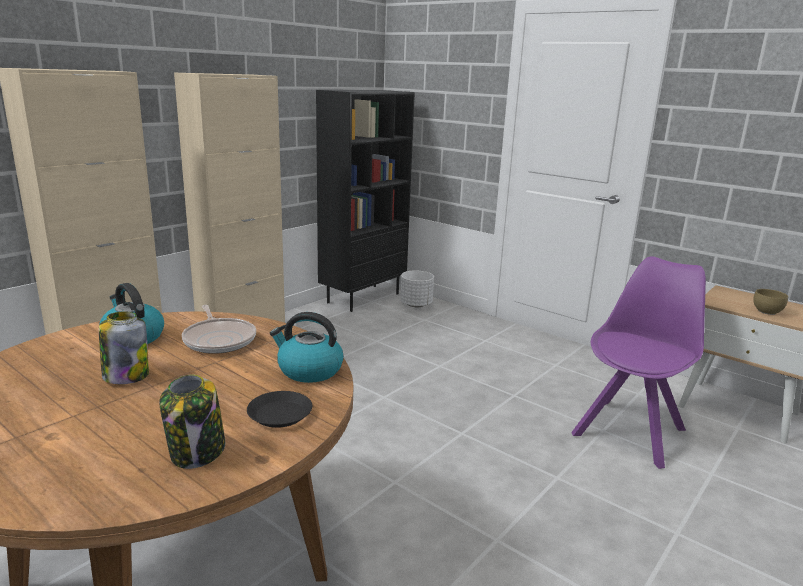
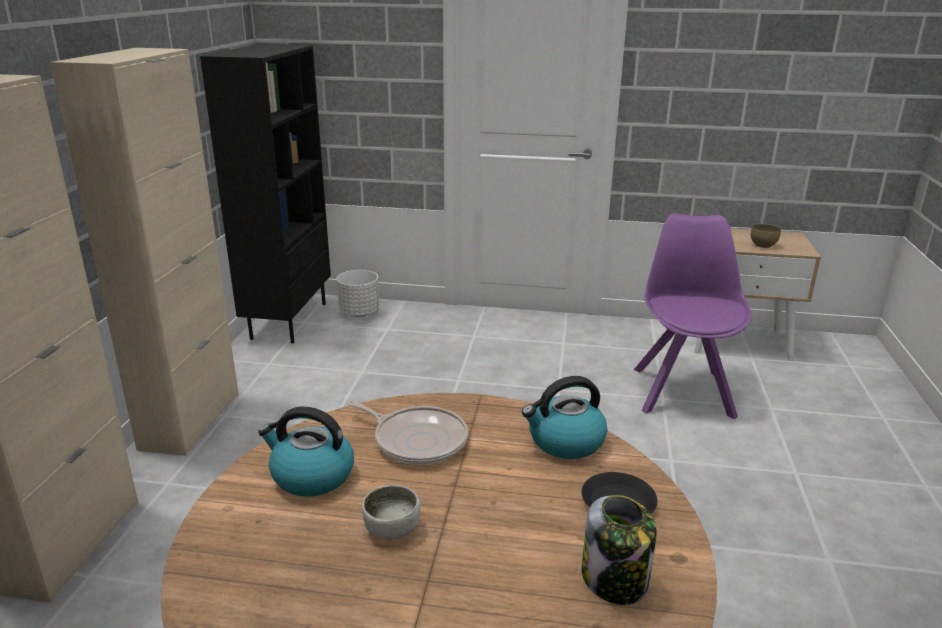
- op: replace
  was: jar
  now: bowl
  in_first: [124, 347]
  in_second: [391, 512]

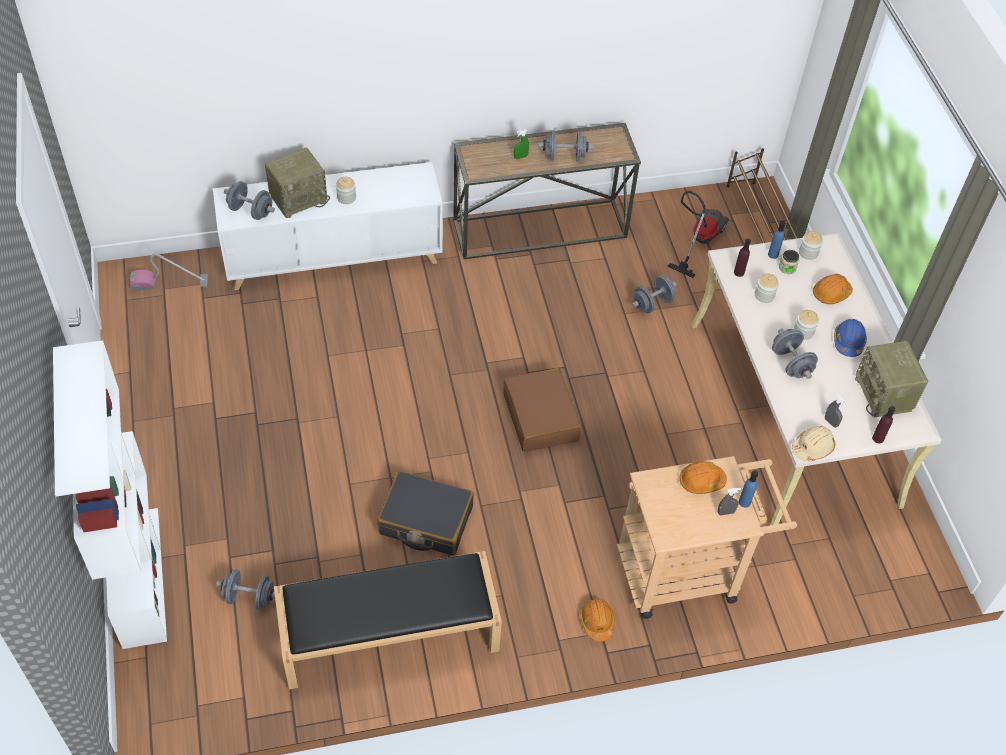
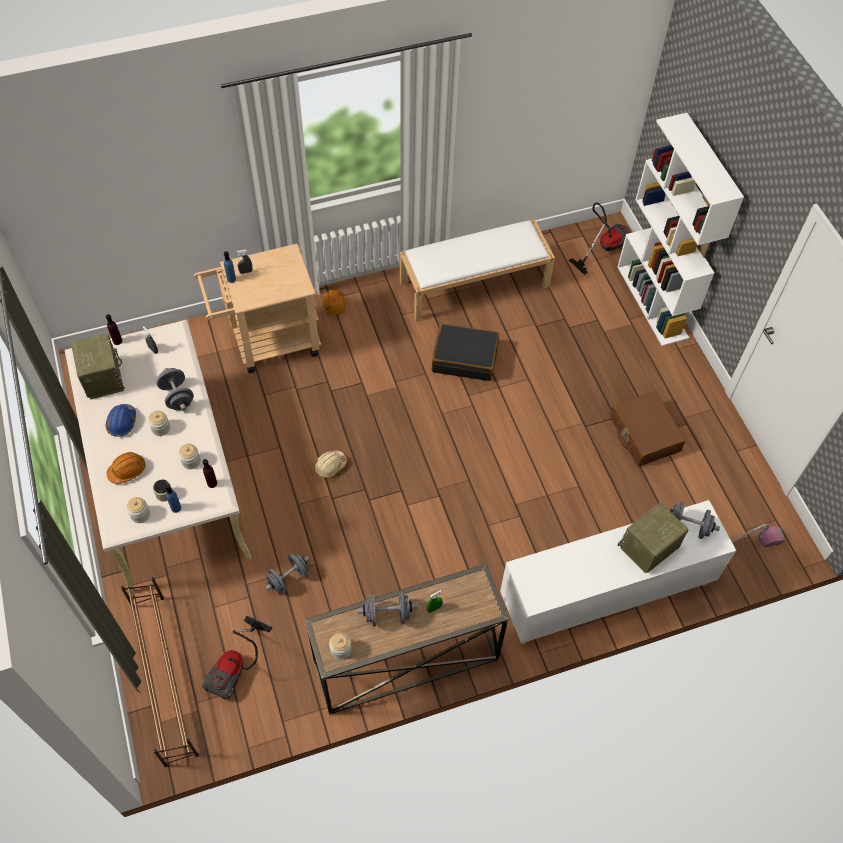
- op: delete
  was: grey dumbbell
  in_first: [245, 589]
- op: recolor
  was: black bench
  now: white bench
  in_first: [388, 620]
  in_second: [477, 270]
- op: move
  was: jar
  in_first: [346, 190]
  in_second: [340, 646]
- op: move
  was: brown suitcase
  in_first: [542, 410]
  in_second: [648, 428]
- op: delete
  was: orange hard hat
  in_first: [703, 477]
- op: move
  was: beige hard hat
  in_first: [813, 444]
  in_second: [330, 464]
- op: insert
  now: vacuum cleaner
  in_second: [600, 239]

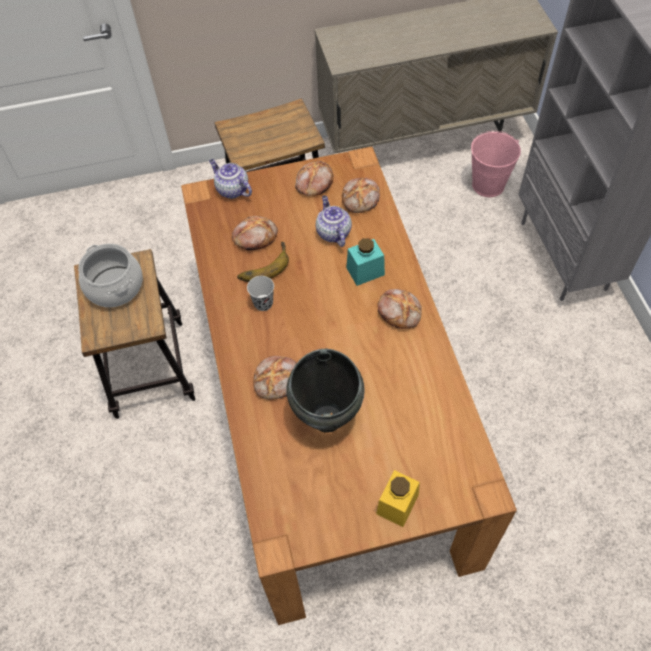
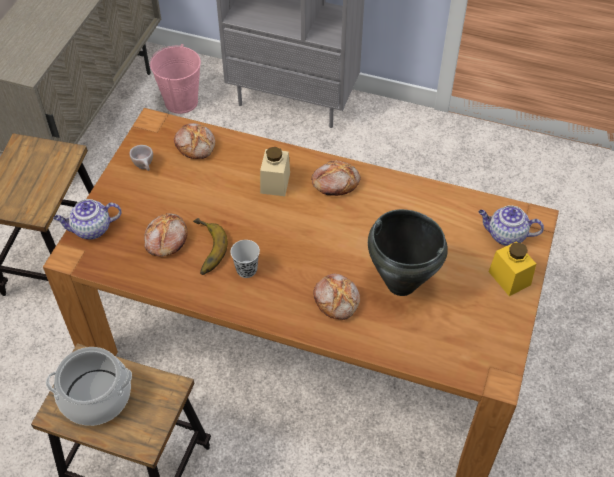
- op: replace
  was: bread
  now: beige cup
  in_first: [314, 178]
  in_second: [141, 158]
- op: move
  was: teapot
  in_first: [334, 221]
  in_second: [511, 225]
- op: recolor
  was: turquoise jar
  now: beige jar
  in_first: [365, 262]
  in_second: [275, 171]

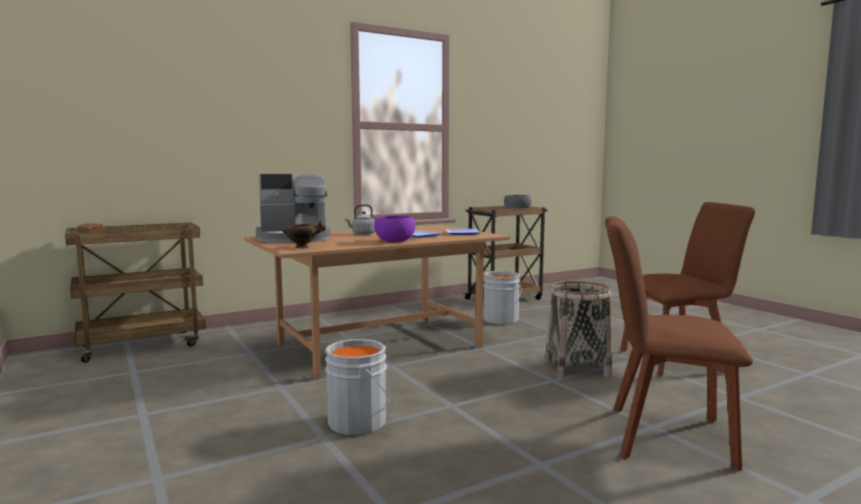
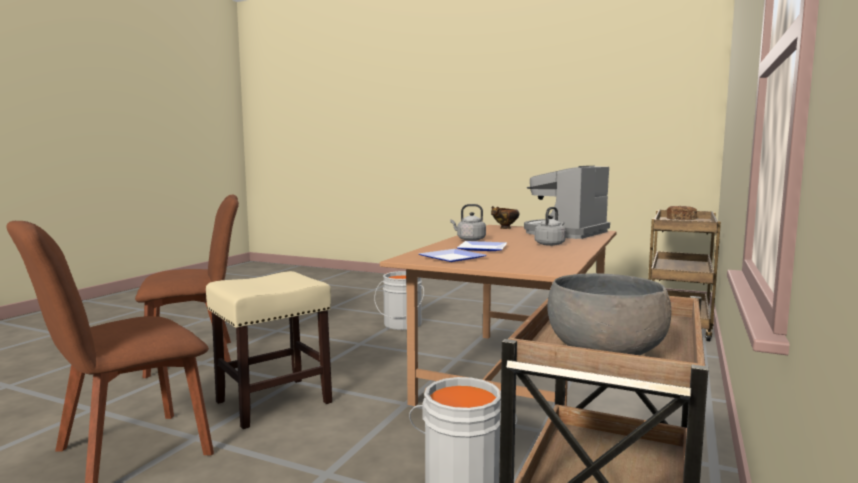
- op: replace
  was: purple bowl
  now: grey kettle
  in_first: [394, 229]
  in_second: [468, 222]
- op: replace
  was: basket
  now: beige stool
  in_first: [578, 329]
  in_second: [269, 350]

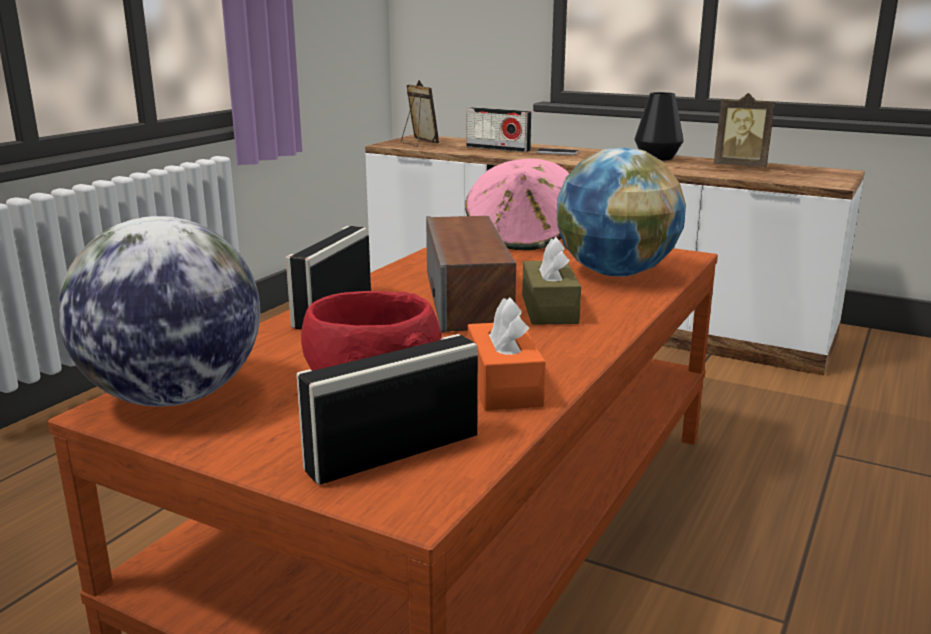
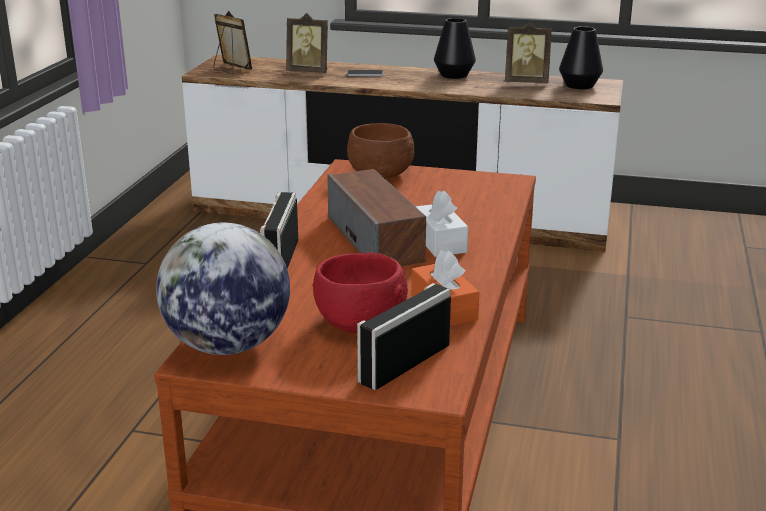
- op: replace
  was: pink hat
  now: brown bowl
  in_first: [517, 204]
  in_second: [381, 150]
- op: replace
  was: radio
  now: picture frame
  in_first: [499, 129]
  in_second: [307, 43]
- op: recolor
  was: brown tissue box
  now: white tissue box
  in_first: [551, 281]
  in_second: [441, 223]
- op: delete
  was: globe
  in_first: [621, 212]
- op: insert
  now: black vase
  in_second: [581, 57]

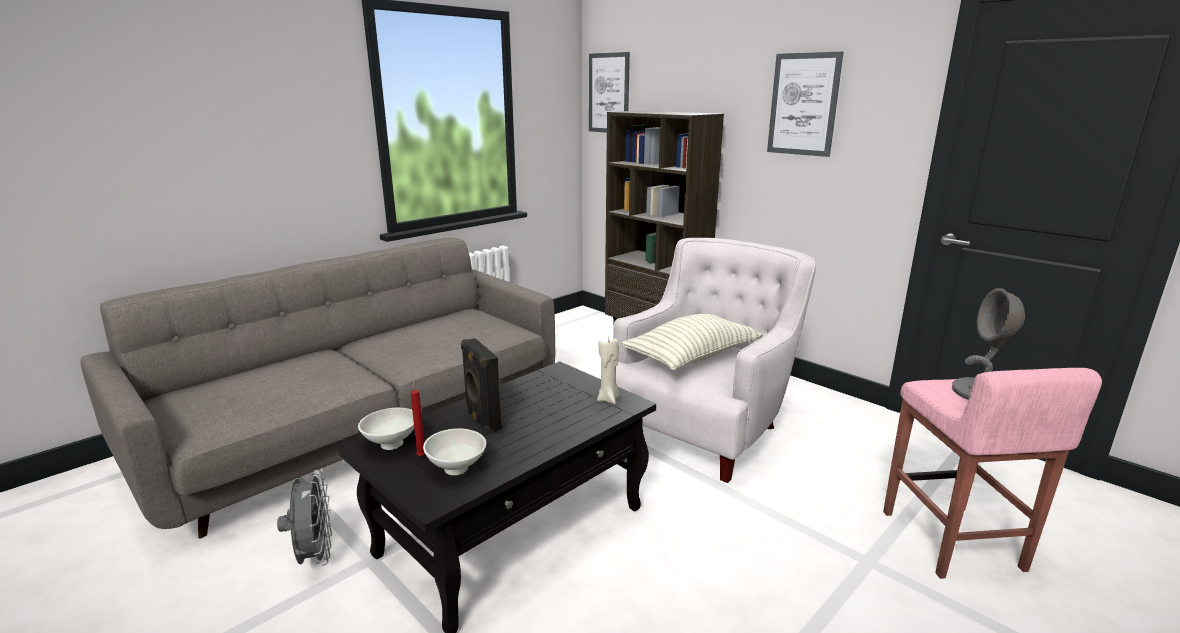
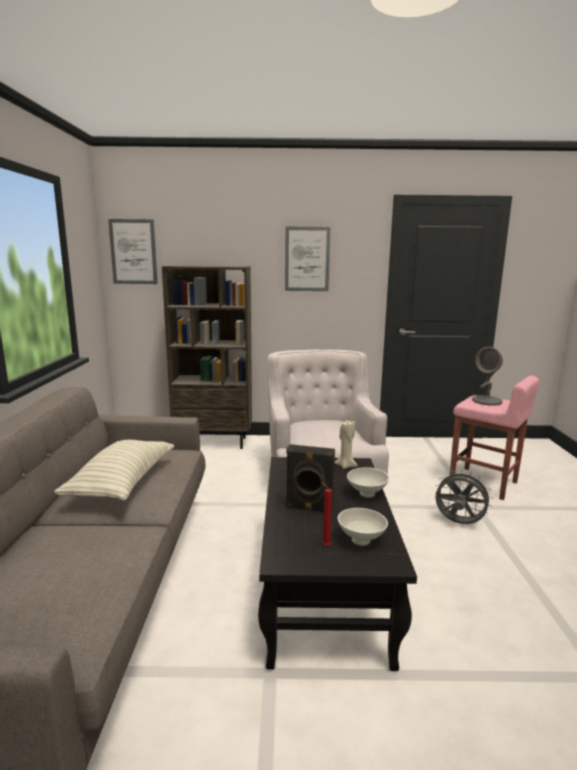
- op: move
  was: grey fan
  in_first: [304, 518]
  in_second: [463, 497]
- op: move
  was: white bowl
  in_first: [386, 429]
  in_second: [368, 482]
- op: move
  was: pillow
  in_first: [692, 342]
  in_second: [114, 470]

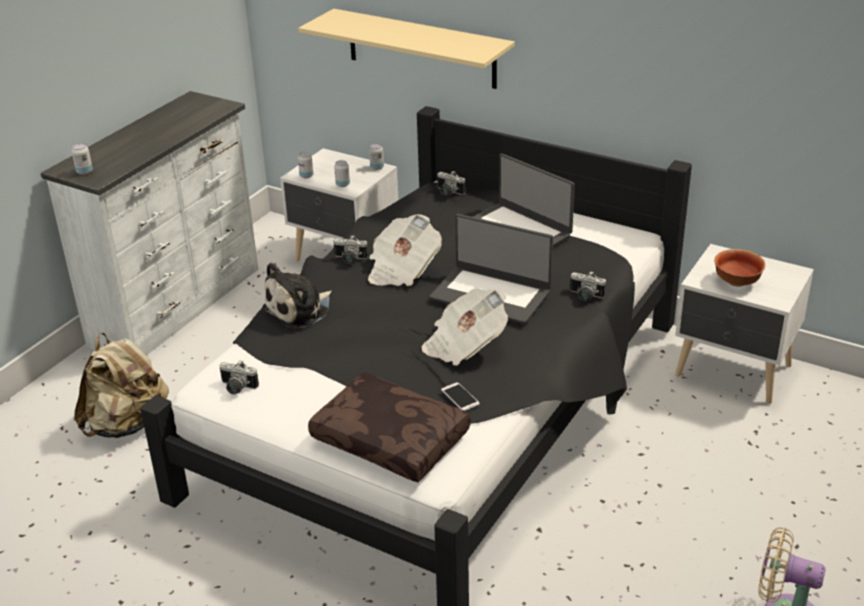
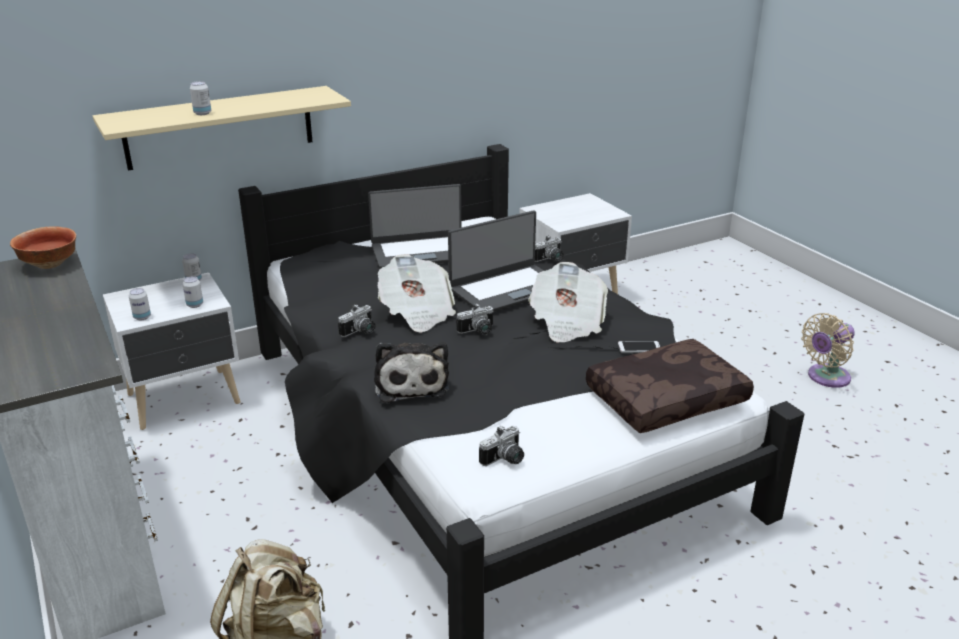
- op: move
  was: can
  in_first: [82, 159]
  in_second: [200, 98]
- op: move
  was: photo camera
  in_first: [451, 183]
  in_second: [475, 319]
- op: move
  was: bowl
  in_first: [739, 268]
  in_second: [43, 248]

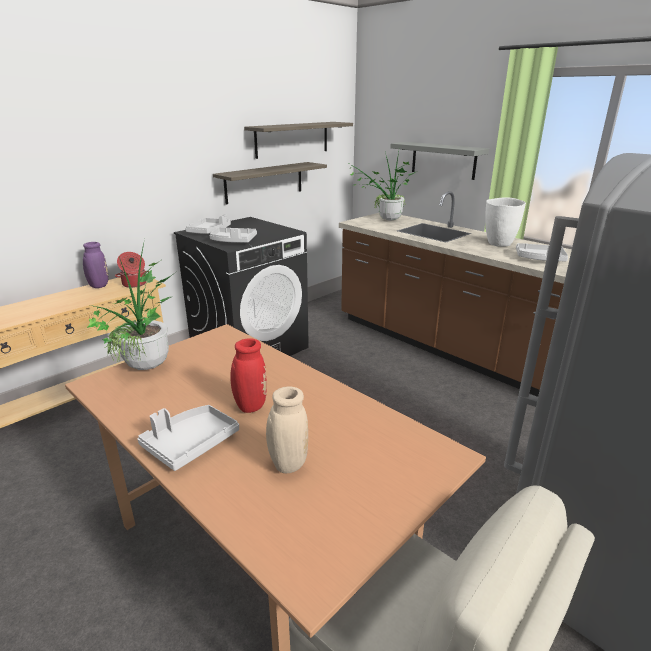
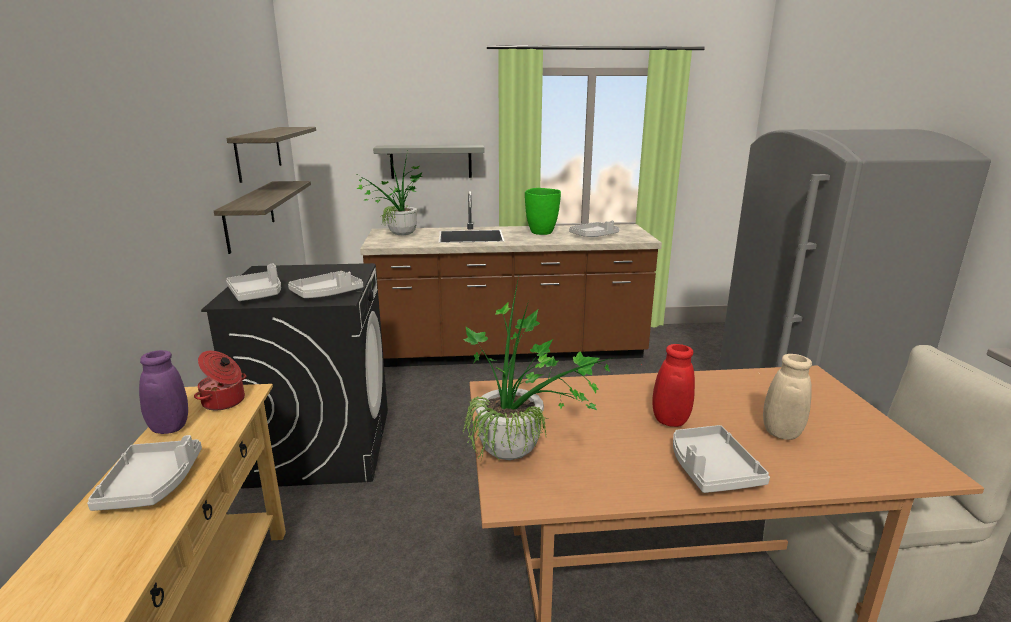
- op: recolor
  was: white vase
  now: green vase
  in_first: [505, 222]
  in_second: [543, 211]
- op: insert
  now: grey tray
  in_second: [144, 473]

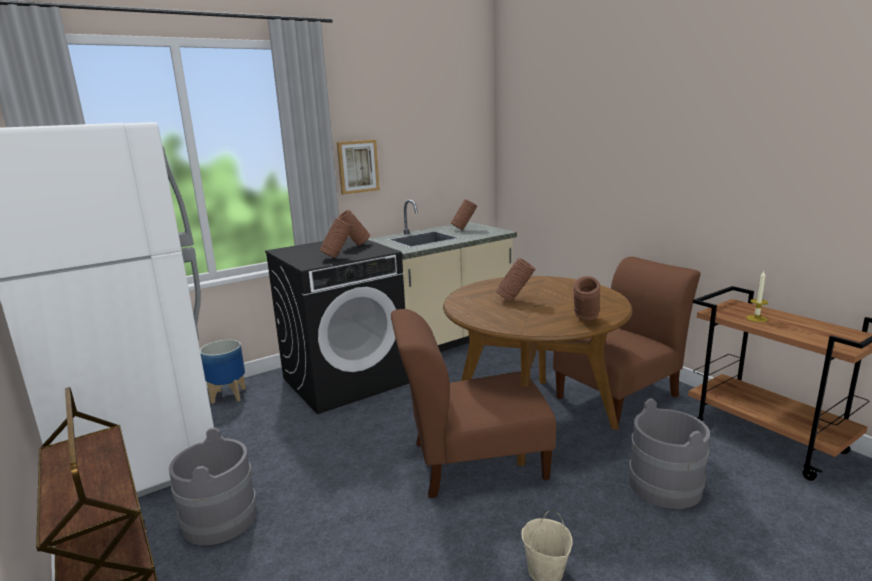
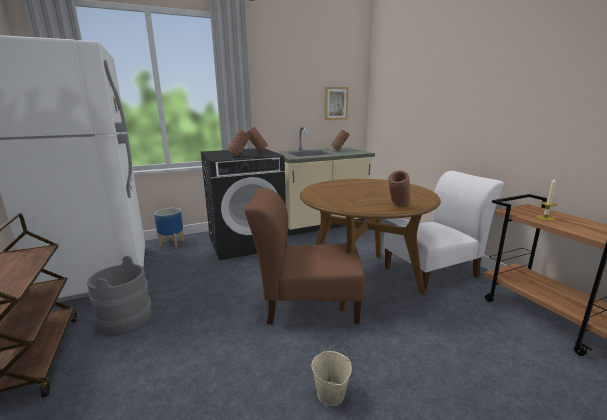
- op: move
  was: picture
  in_first: [358, 167]
  in_second: [336, 103]
- op: delete
  was: brown vase
  in_first: [515, 279]
- op: recolor
  was: brown chair
  now: white chair
  in_first: [627, 341]
  in_second: [443, 231]
- op: delete
  was: grey bucket
  in_first: [669, 453]

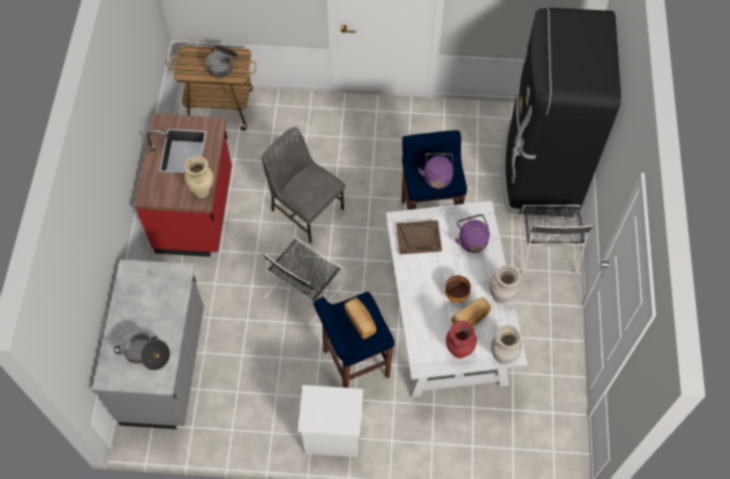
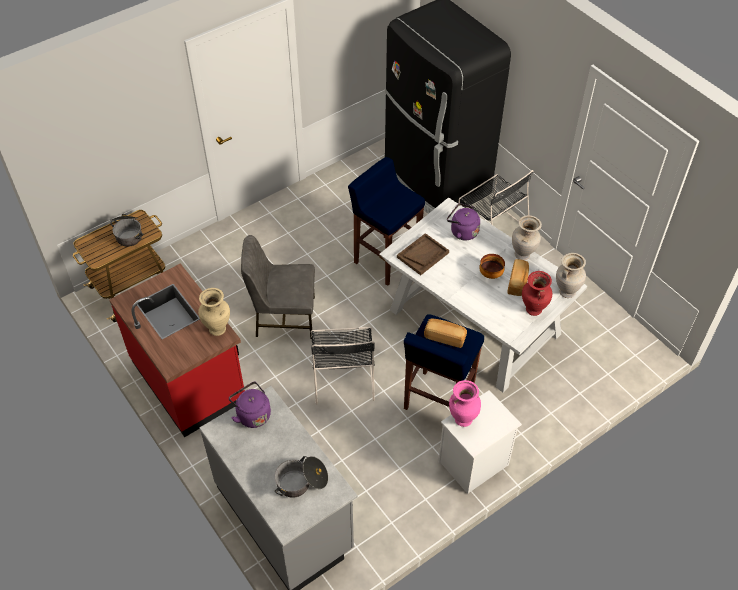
- op: move
  was: purple kettle
  in_first: [435, 171]
  in_second: [250, 405]
- op: insert
  now: pink vase
  in_second: [465, 403]

